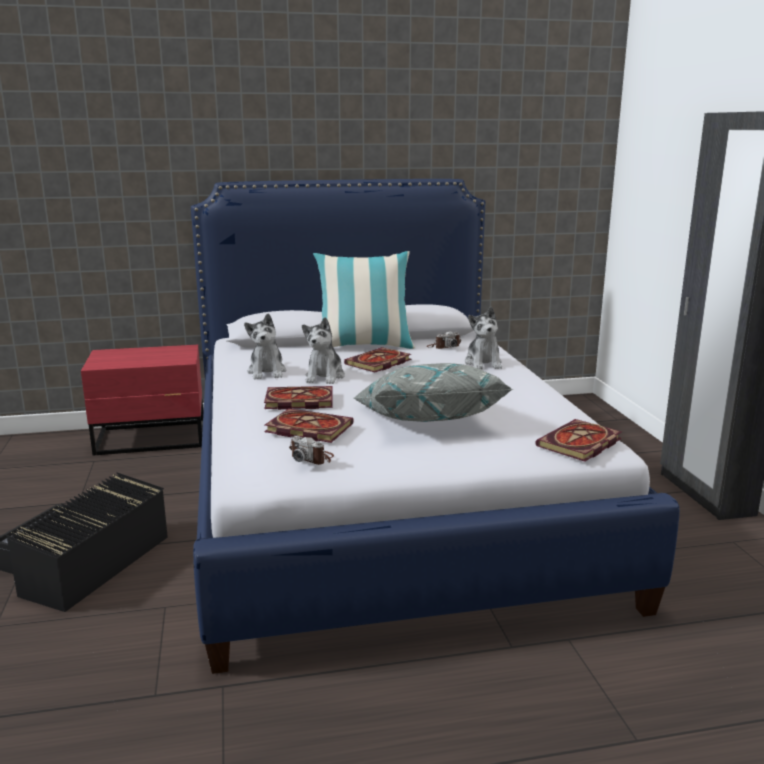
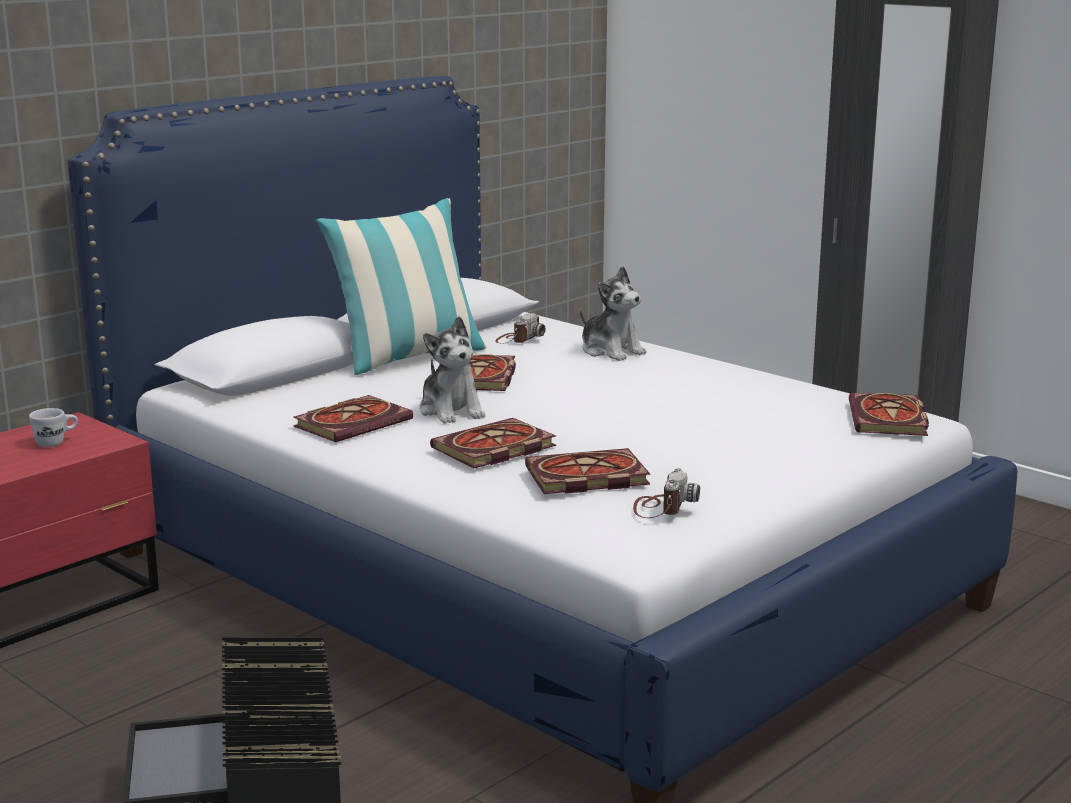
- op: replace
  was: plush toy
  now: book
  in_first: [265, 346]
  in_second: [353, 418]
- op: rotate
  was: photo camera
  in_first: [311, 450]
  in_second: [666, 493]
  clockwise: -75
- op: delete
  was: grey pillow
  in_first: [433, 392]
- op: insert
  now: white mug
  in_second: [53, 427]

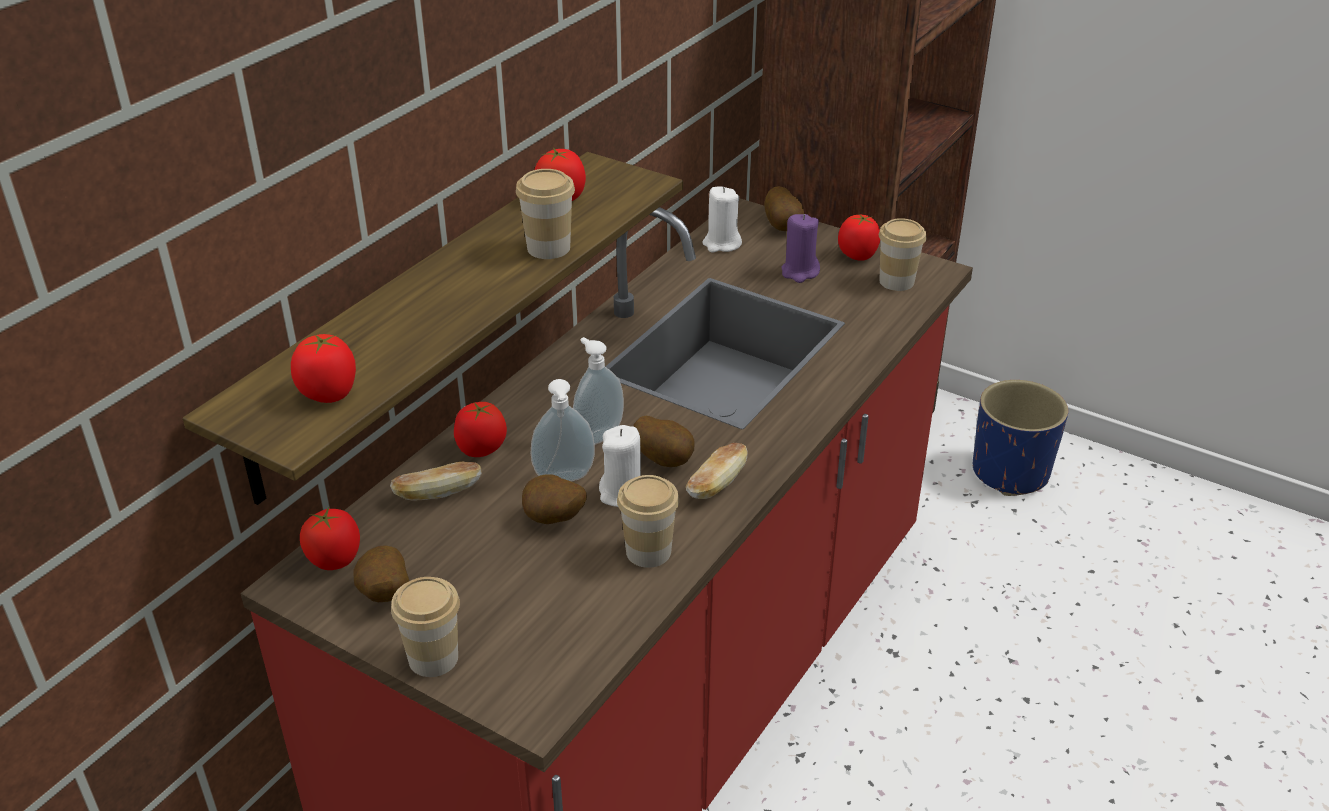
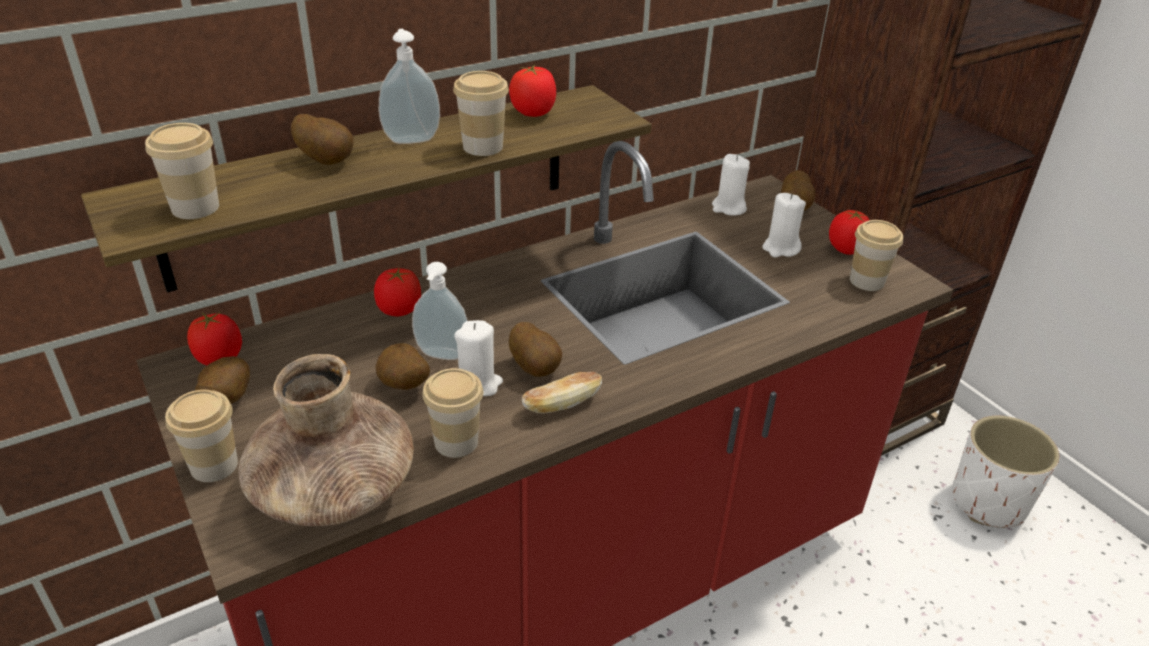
- op: replace
  was: tomato
  now: cup
  in_first: [323, 368]
  in_second: [182, 171]
- op: delete
  was: bread
  in_first: [436, 481]
- op: move
  was: soap dispenser
  in_first: [598, 391]
  in_second: [409, 86]
- op: recolor
  was: purple candle
  now: white candle
  in_first: [801, 248]
  in_second: [784, 225]
- op: recolor
  was: blue planter
  now: white planter
  in_first: [1020, 438]
  in_second: [1005, 472]
- op: insert
  now: brown vase
  in_second: [326, 440]
- op: insert
  now: potato
  in_second: [322, 139]

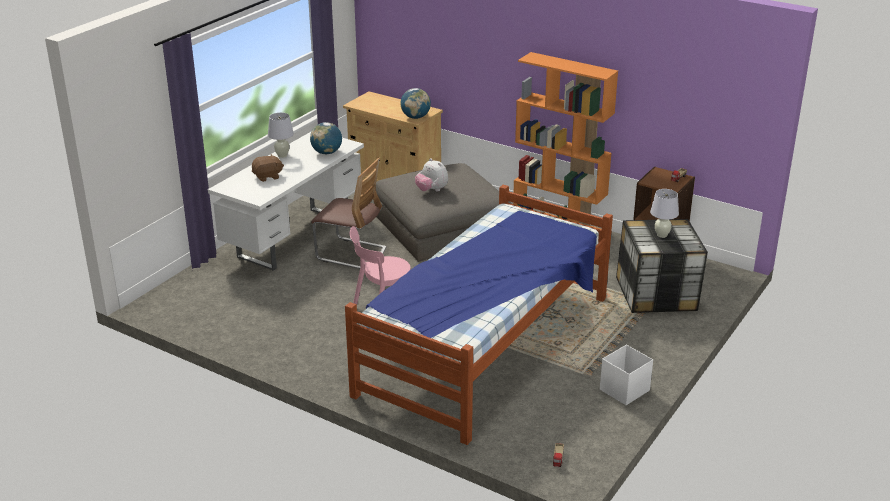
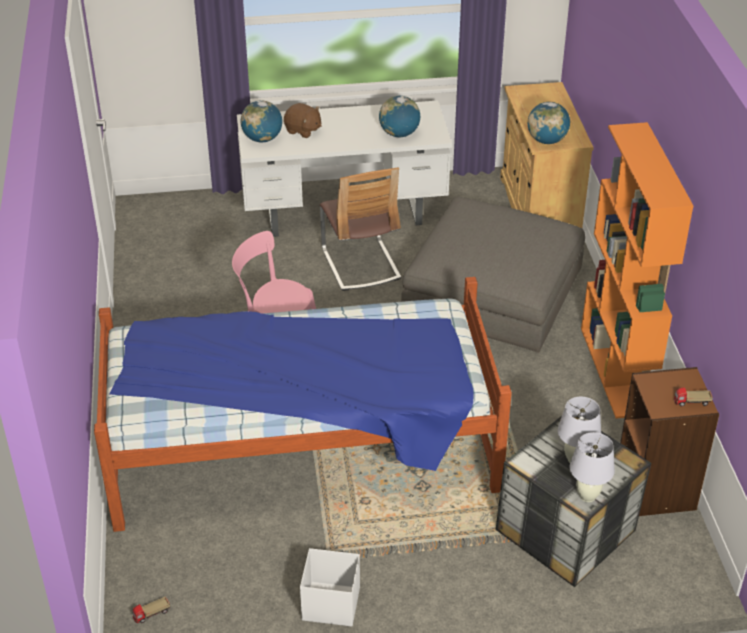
- op: move
  was: white table lamp
  in_first: [281, 135]
  in_second: [592, 467]
- op: delete
  was: plush toy
  in_first: [431, 174]
- op: insert
  now: globe
  in_second: [261, 121]

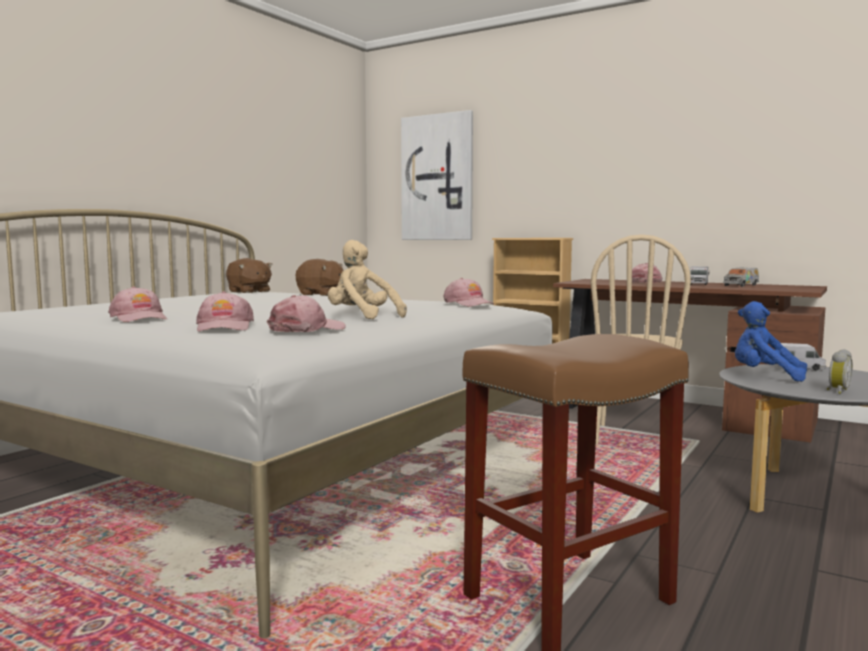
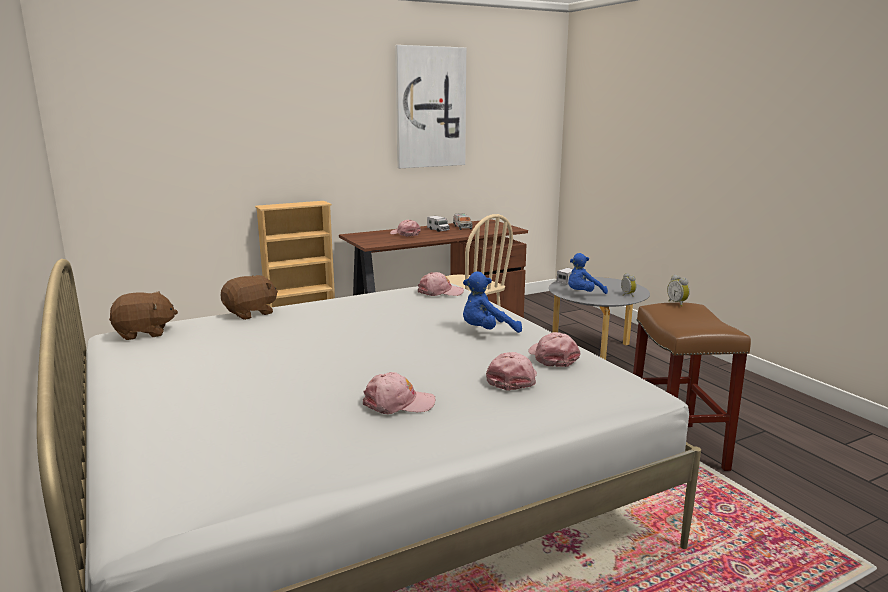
- op: rotate
  was: pink cap
  in_first: [225, 311]
  in_second: [511, 371]
  clockwise: -90
- op: recolor
  was: beige plush toy
  now: blue plush toy
  in_first: [367, 279]
  in_second: [492, 302]
- op: move
  was: picture
  in_first: [437, 175]
  in_second: [430, 106]
- op: insert
  now: alarm clock
  in_second: [678, 290]

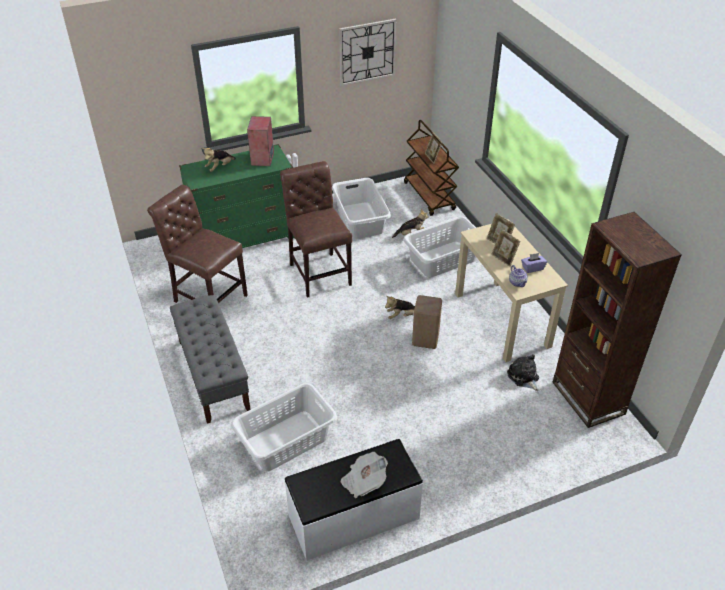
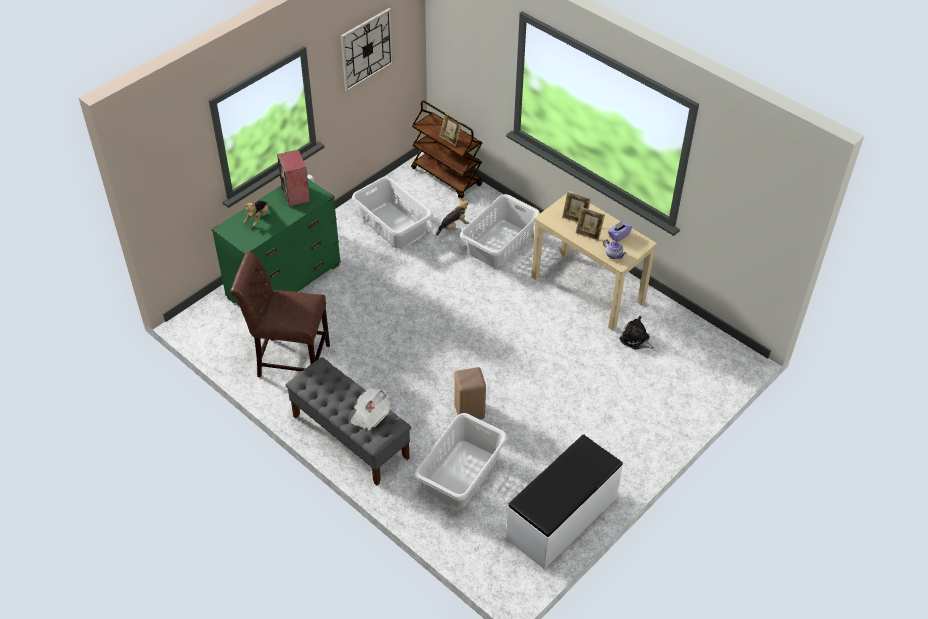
- op: delete
  was: brown chair
  in_first: [316, 229]
- op: move
  was: newspaper
  in_first: [364, 475]
  in_second: [370, 409]
- op: delete
  was: plush toy
  in_first: [400, 307]
- op: move
  was: beige stool
  in_first: [427, 322]
  in_second: [470, 393]
- op: delete
  was: brown bookcase
  in_first: [617, 320]

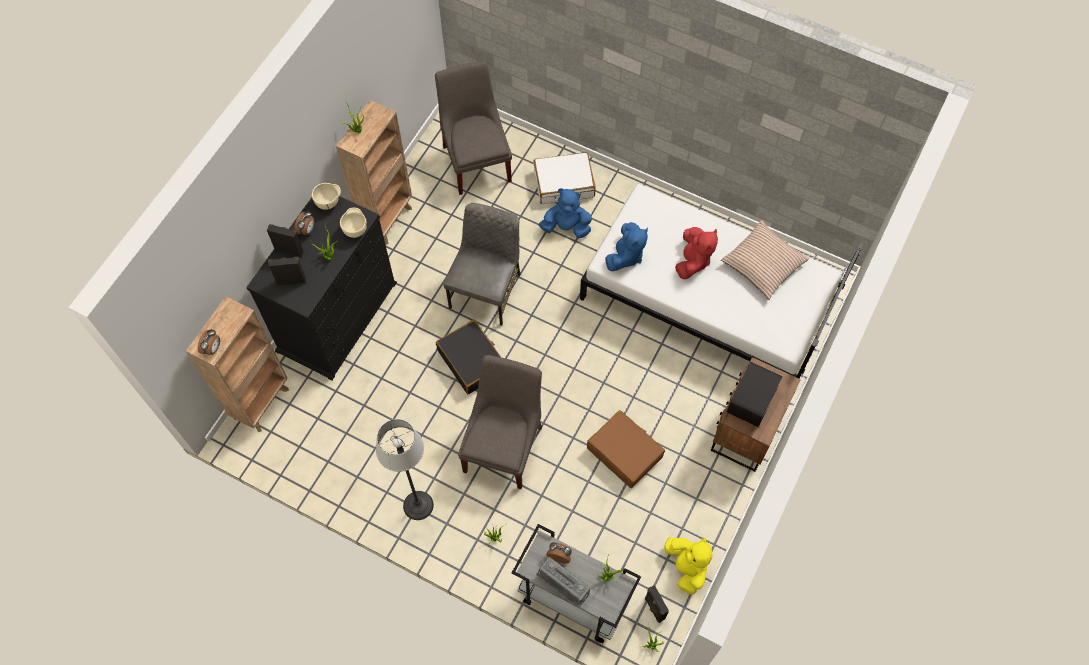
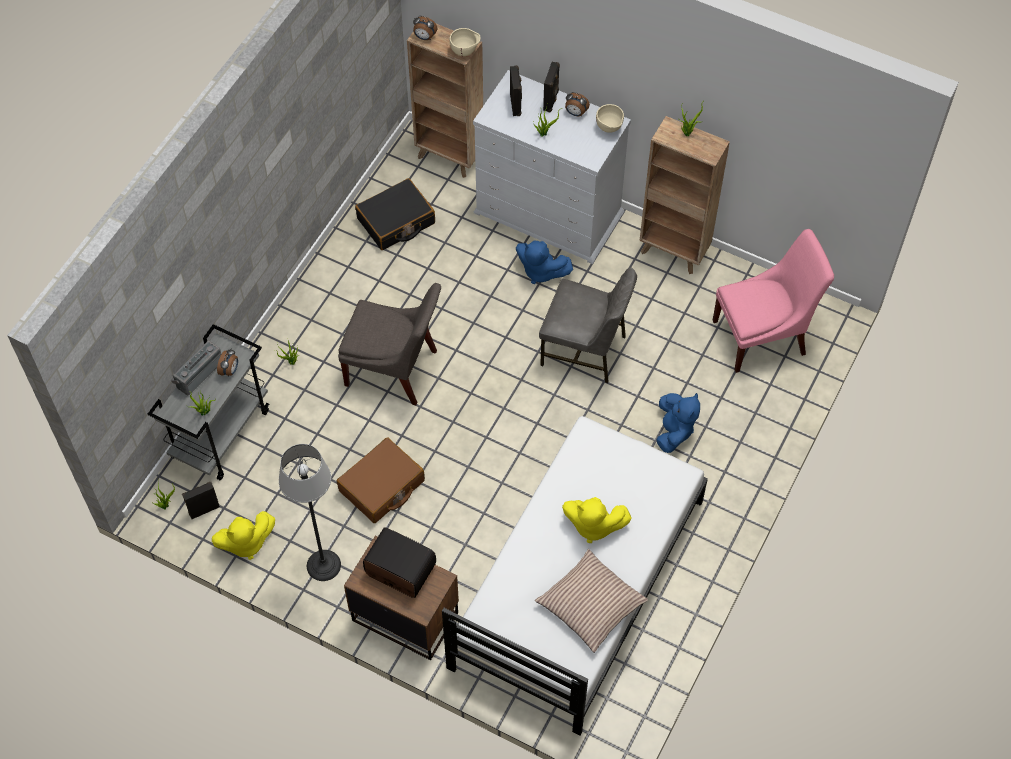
- op: recolor
  was: black dresser
  now: white dresser
  in_first: [321, 288]
  in_second: [552, 167]
- op: move
  was: beige bowl
  in_first: [353, 223]
  in_second: [465, 42]
- op: move
  was: floor lamp
  in_first: [405, 469]
  in_second: [310, 512]
- op: recolor
  was: grey chair
  now: pink chair
  in_first: [473, 128]
  in_second: [773, 301]
- op: move
  was: black suitcase
  in_first: [469, 357]
  in_second: [395, 214]
- op: delete
  was: white suitcase
  in_first: [564, 178]
- op: move
  was: blue plush toy
  in_first: [626, 246]
  in_second: [544, 262]
- op: recolor
  was: red plush toy
  now: yellow plush toy
  in_first: [696, 253]
  in_second: [597, 520]

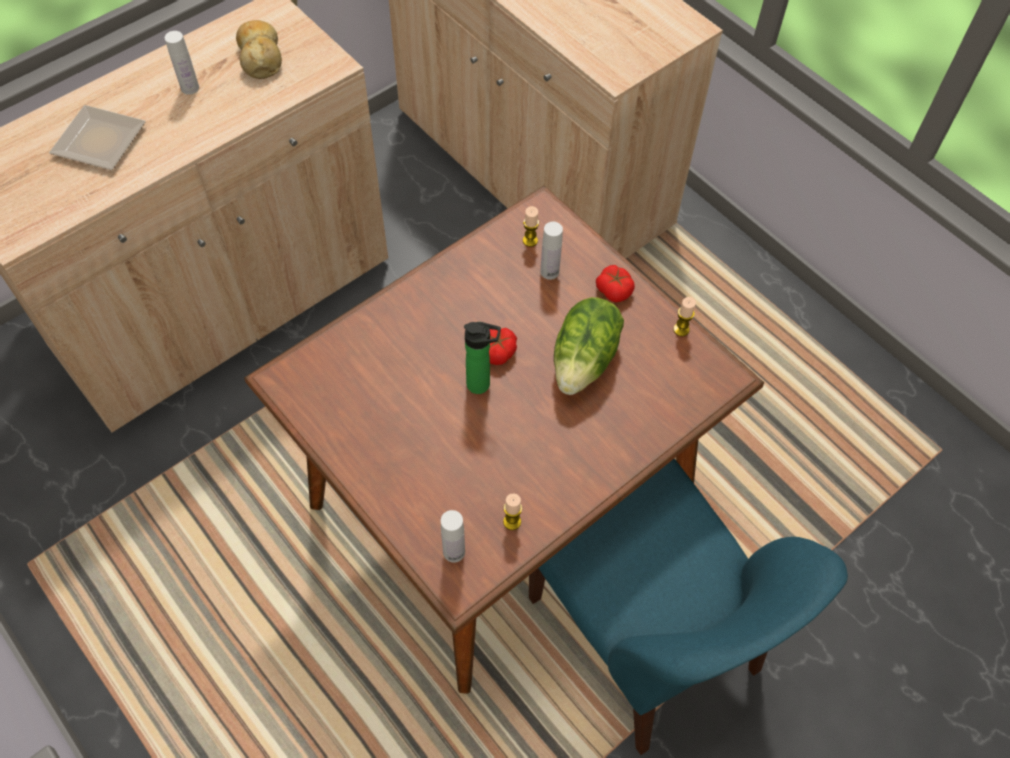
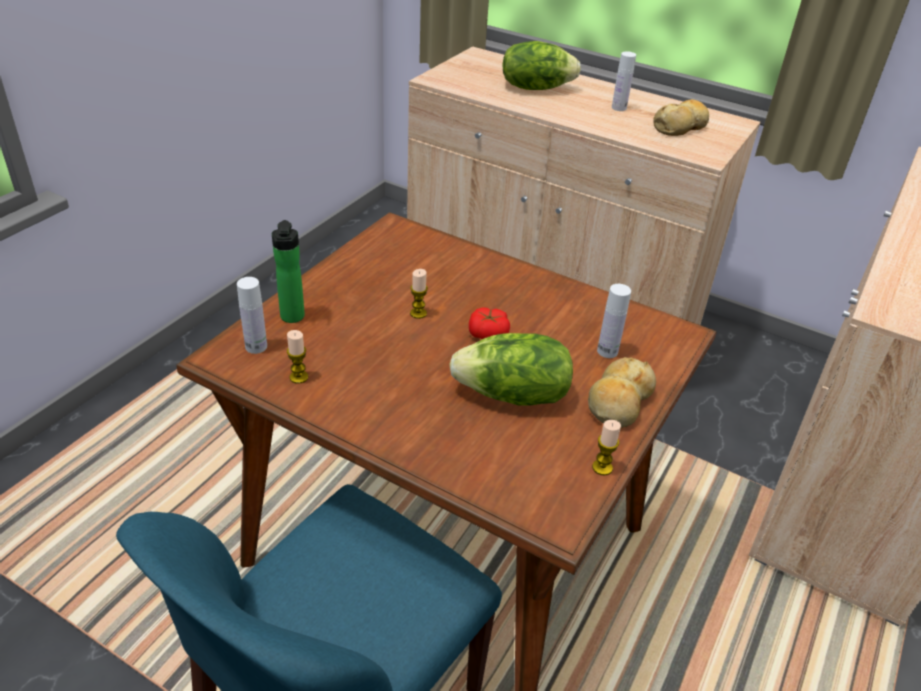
- op: replace
  was: plate
  now: lettuce
  in_first: [97, 137]
  in_second: [541, 65]
- op: move
  was: bottle
  in_first: [482, 358]
  in_second: [288, 271]
- op: move
  was: candle
  in_first: [531, 226]
  in_second: [419, 294]
- op: replace
  was: tomato
  now: bread
  in_first: [615, 283]
  in_second: [622, 392]

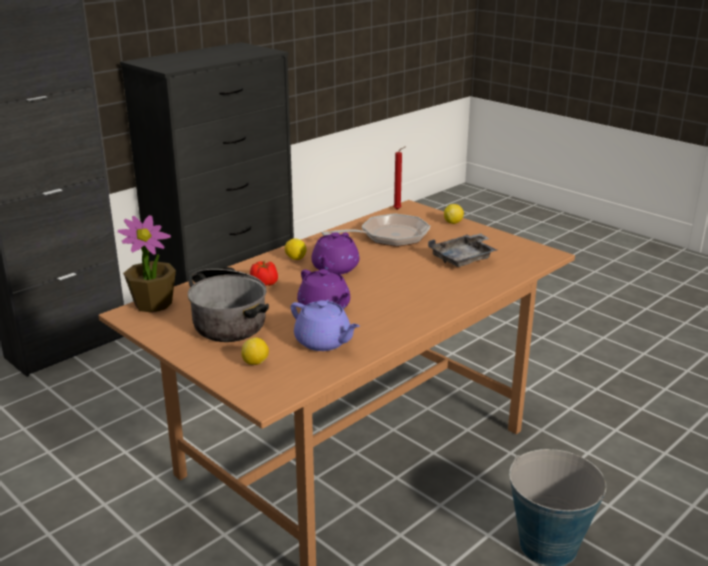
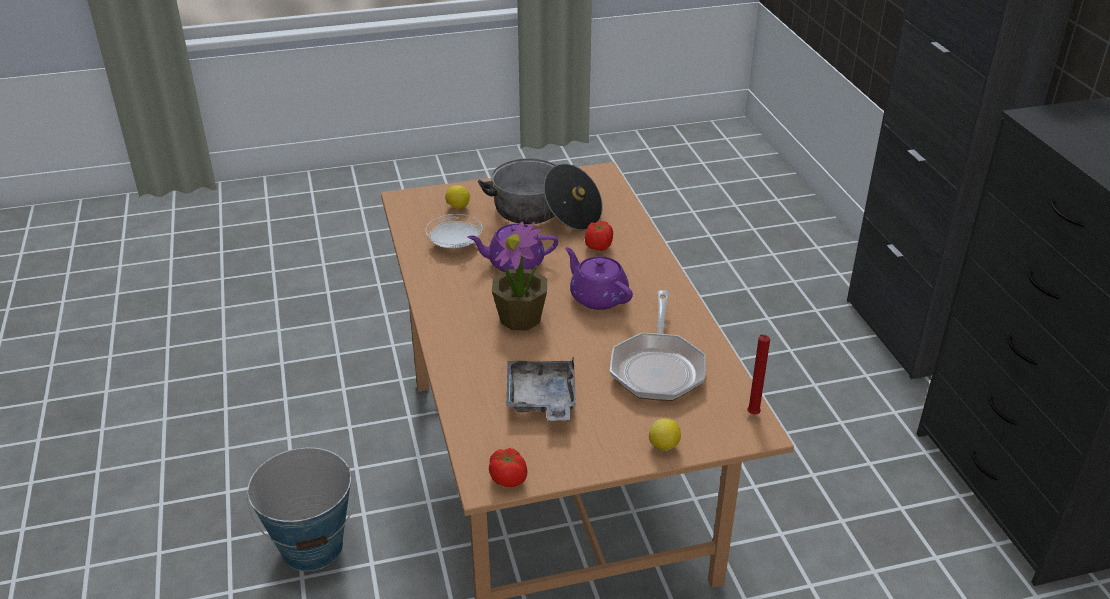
- op: move
  was: potted plant
  in_first: [147, 264]
  in_second: [519, 275]
- op: delete
  was: lemon
  in_first: [296, 249]
- op: replace
  was: purple teapot
  now: white plate
  in_first: [325, 325]
  in_second: [454, 231]
- op: insert
  now: tomato
  in_second: [508, 467]

